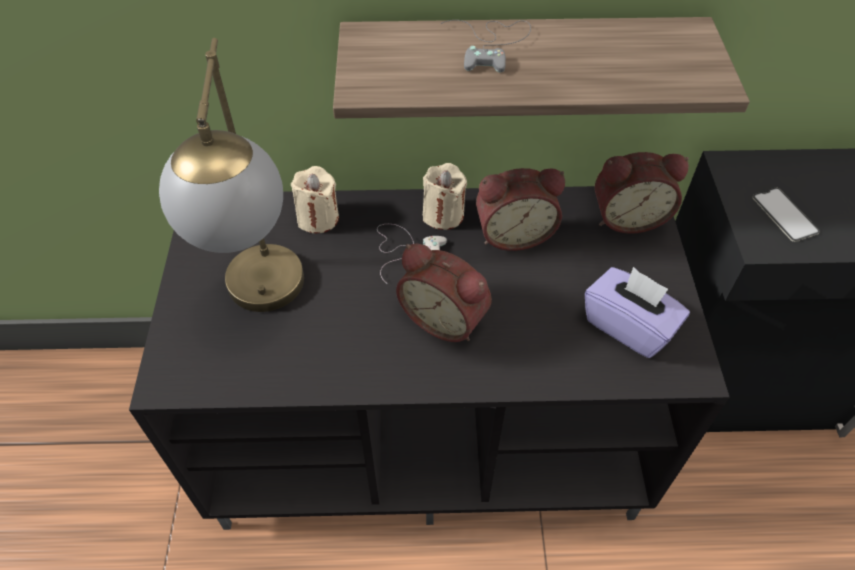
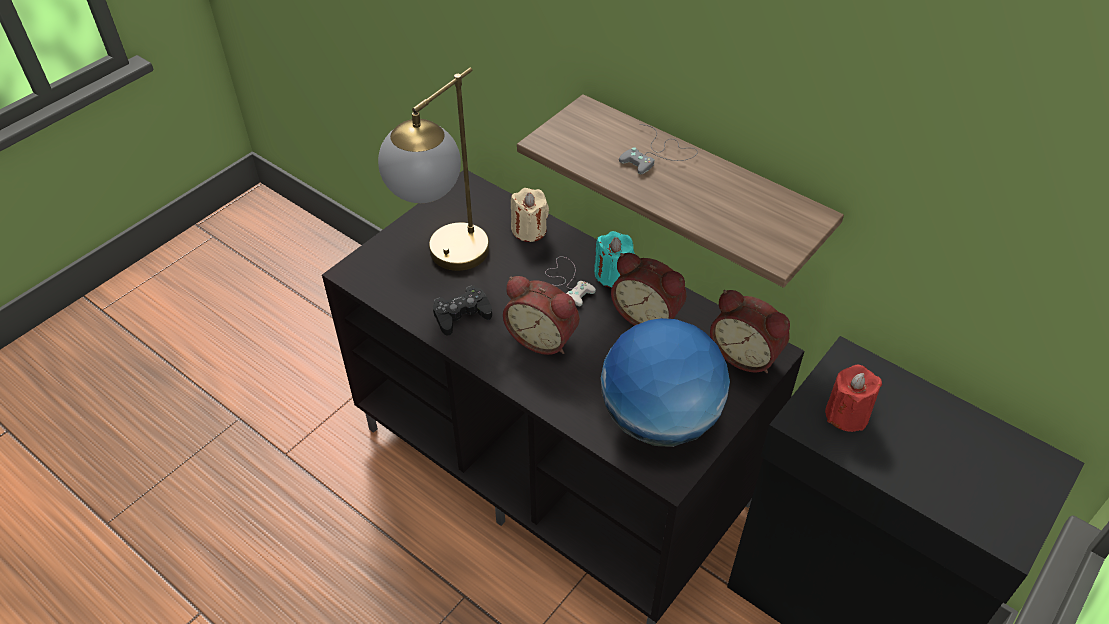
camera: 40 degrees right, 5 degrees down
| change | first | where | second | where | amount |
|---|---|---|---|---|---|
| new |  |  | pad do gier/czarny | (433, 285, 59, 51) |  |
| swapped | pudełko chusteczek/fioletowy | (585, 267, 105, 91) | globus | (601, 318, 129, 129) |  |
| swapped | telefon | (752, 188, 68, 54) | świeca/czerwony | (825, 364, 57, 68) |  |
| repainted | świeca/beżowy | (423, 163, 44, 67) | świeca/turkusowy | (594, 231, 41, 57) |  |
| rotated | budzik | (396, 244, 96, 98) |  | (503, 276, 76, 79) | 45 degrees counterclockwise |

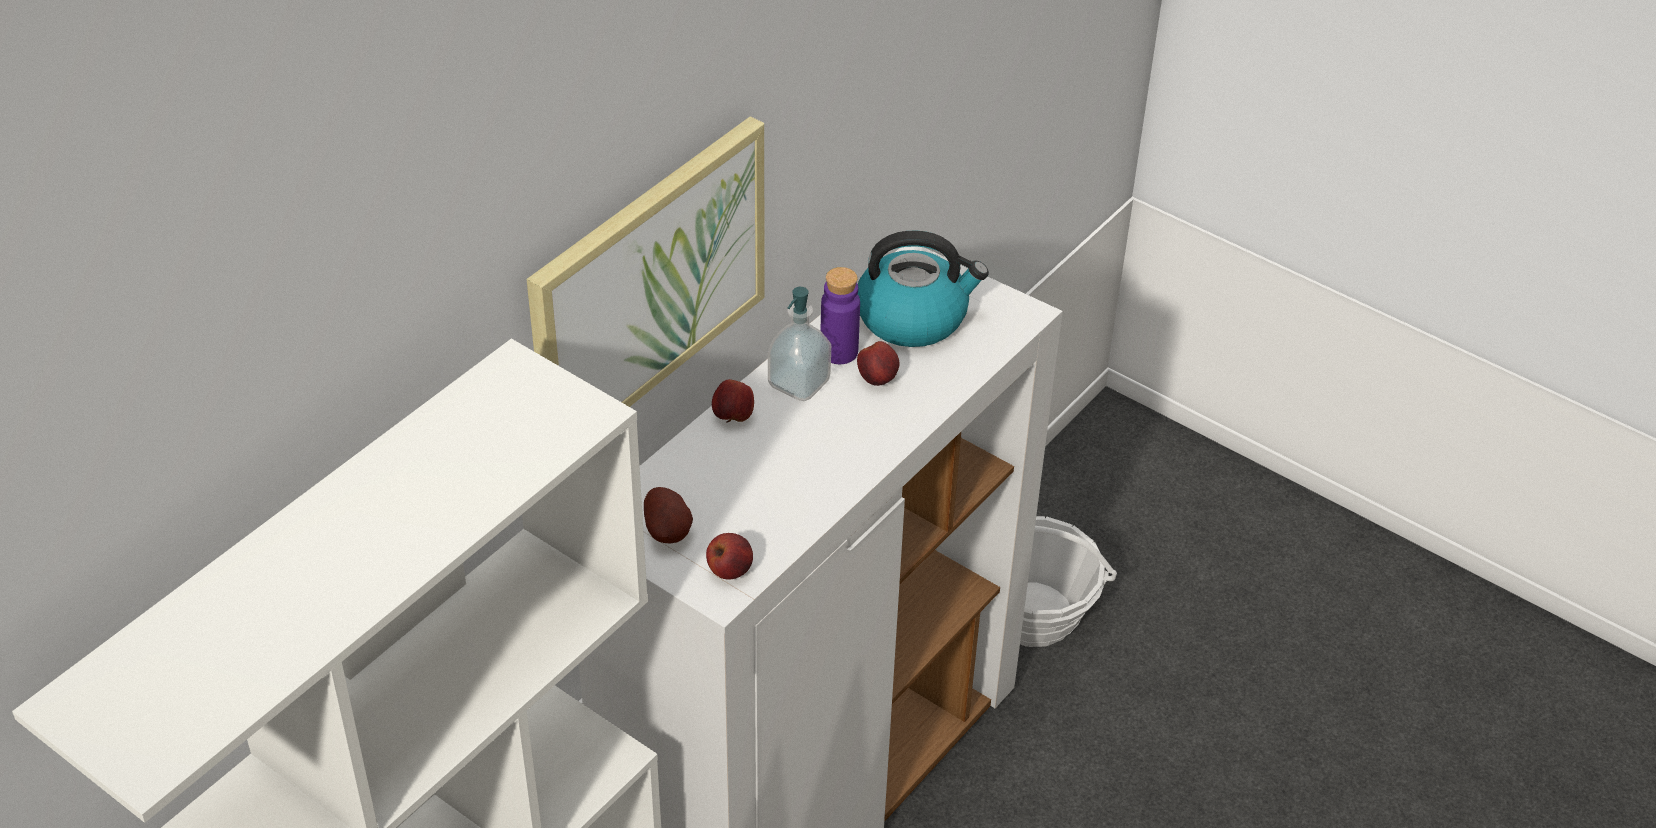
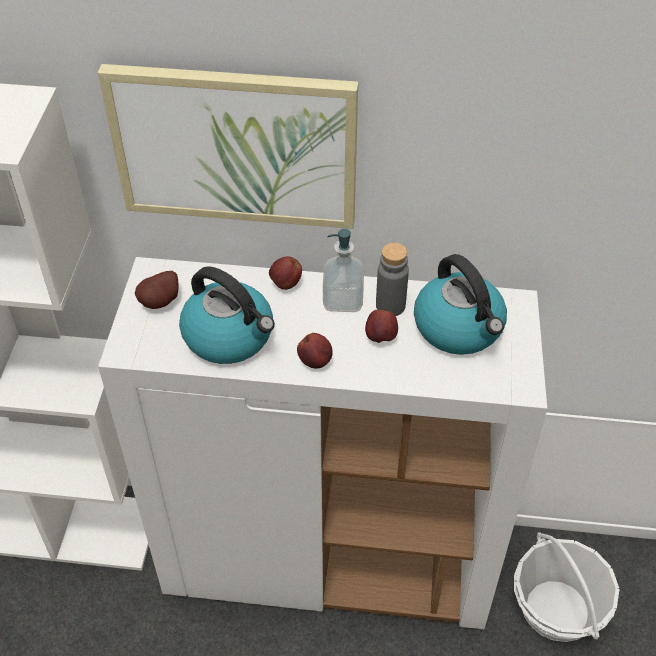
camera: 60 degrees right, 5 degrees up
| change | first | where | second | where | amount |
|---|---|---|---|---|---|
| new |  |  | czajnik | (179, 266, 96, 98) |  |
| shifted | jabłko | (706, 533, 47, 47) |  | (297, 333, 36, 36) |  |
| repainted | butelka/fioletowy | (820, 267, 40, 97) | butelka/szary | (376, 243, 33, 73) |  |

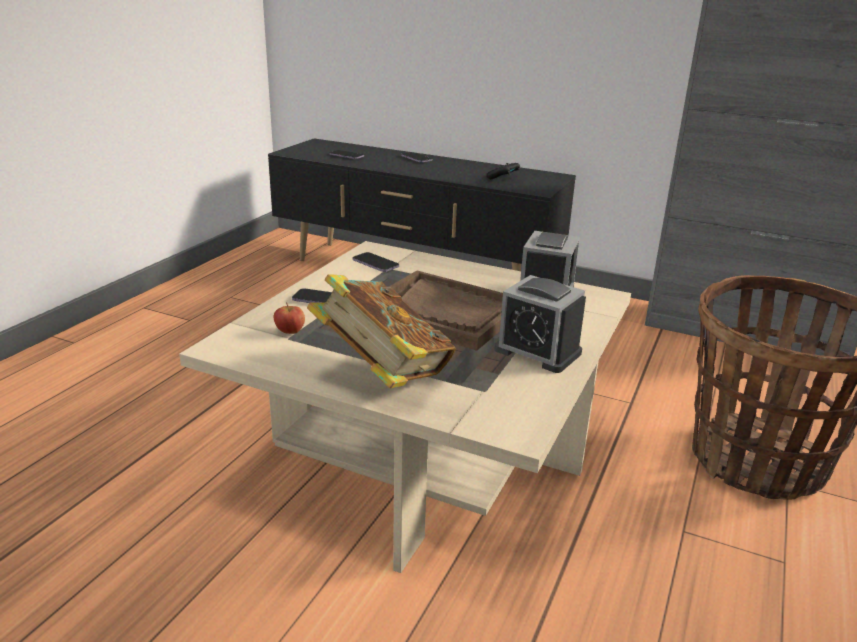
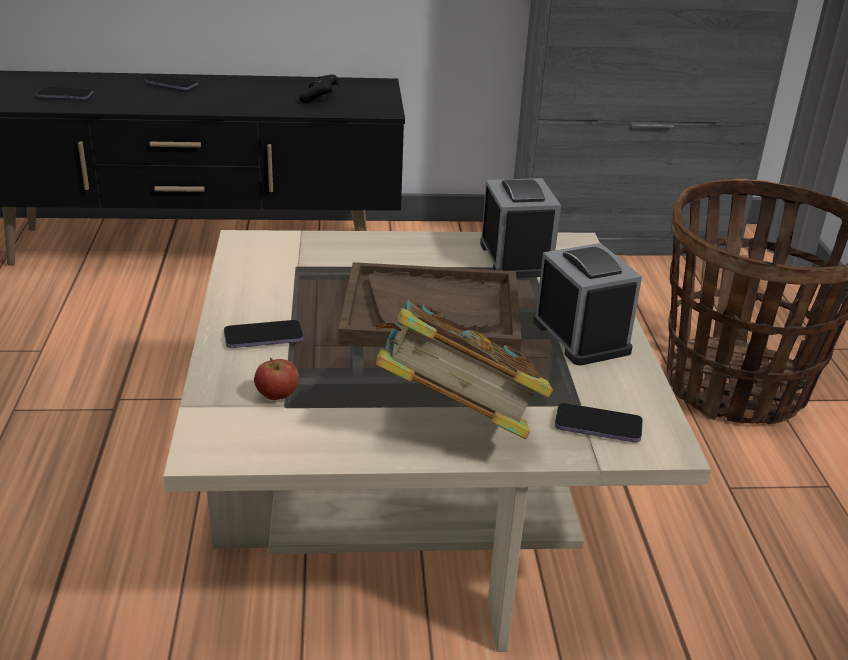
camera: 30 degrees left, 5 degrees up
| change | first | where | second | where | amount |
|---|---|---|---|---|---|
| shifted | telefon | (353, 252, 46, 20) |  | (555, 403, 88, 39) |  |
| rotated | budzik | (494, 275, 92, 98) |  | (533, 243, 109, 123) | 120 degrees counterclockwise |

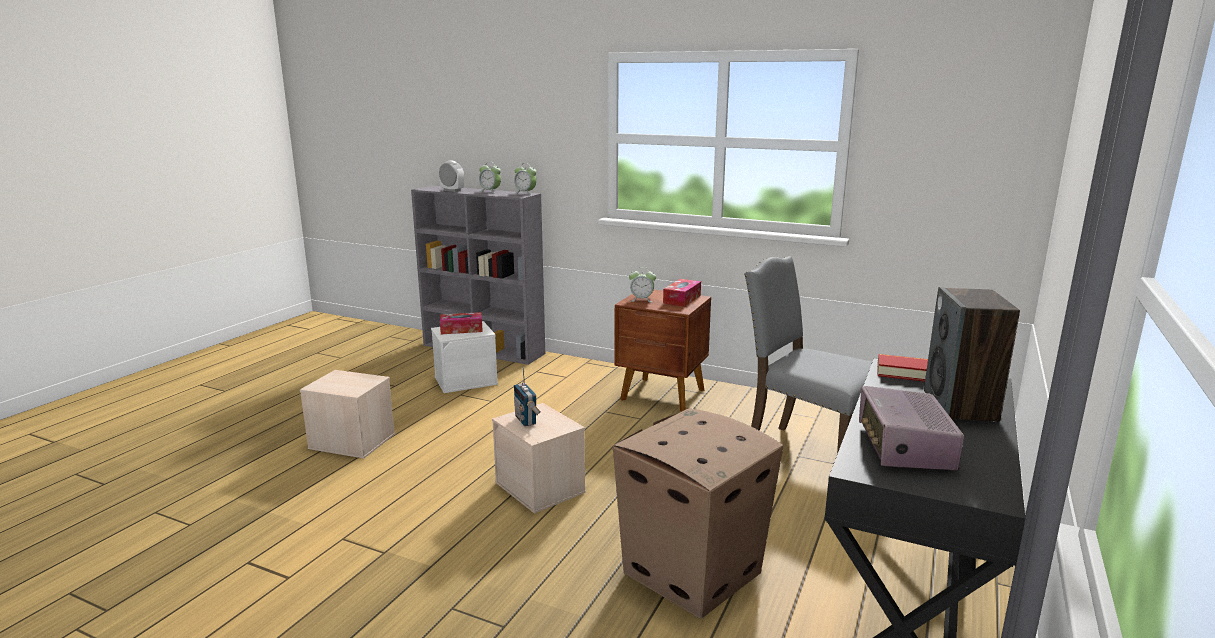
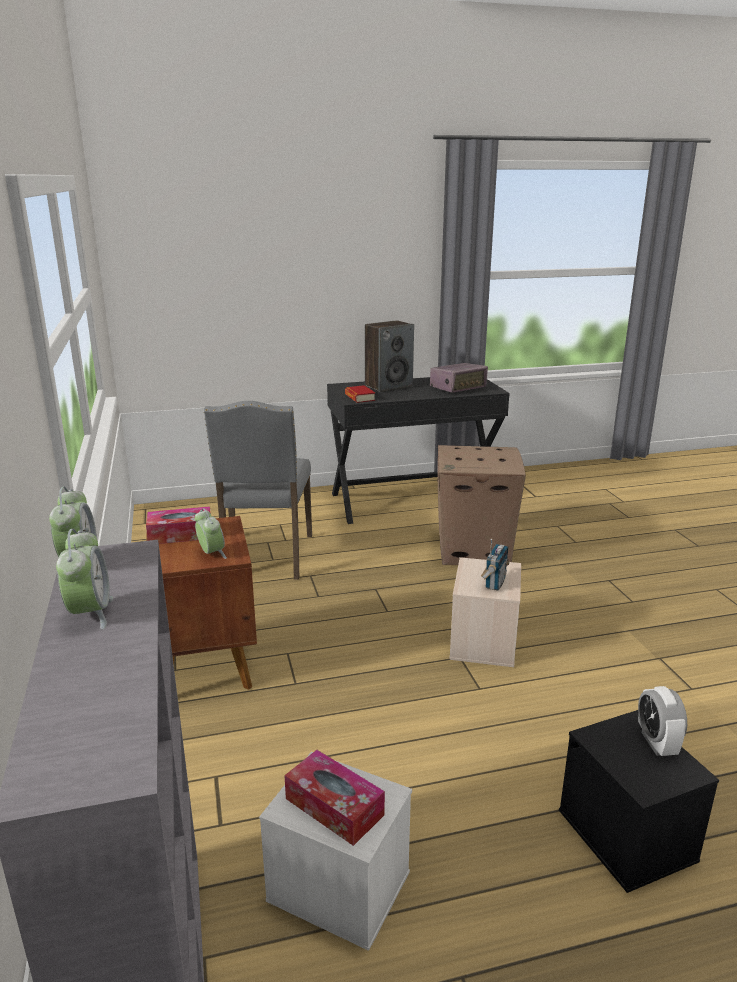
camera: 130 degrees left, 5 degrees up
| change | first | where | second | where | amount |
|---|---|---|---|---|---|
| shifted | budzik | (439, 161, 25, 31) |  | (638, 686, 49, 70) |  |
| repainted | pojemnik do przechowywania/beżowy | (300, 370, 95, 88) | pojemnik do przechowywania/czarny | (559, 710, 160, 183) |  |

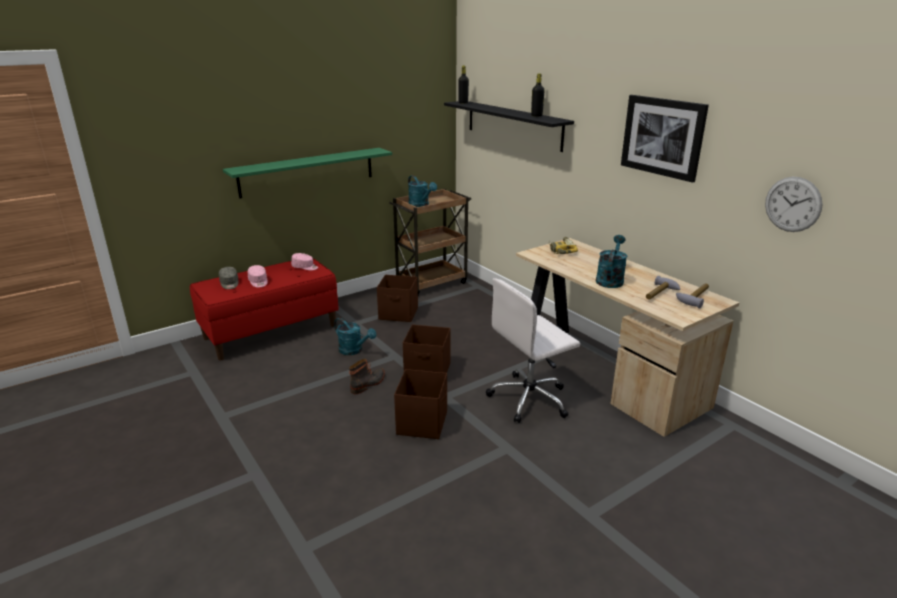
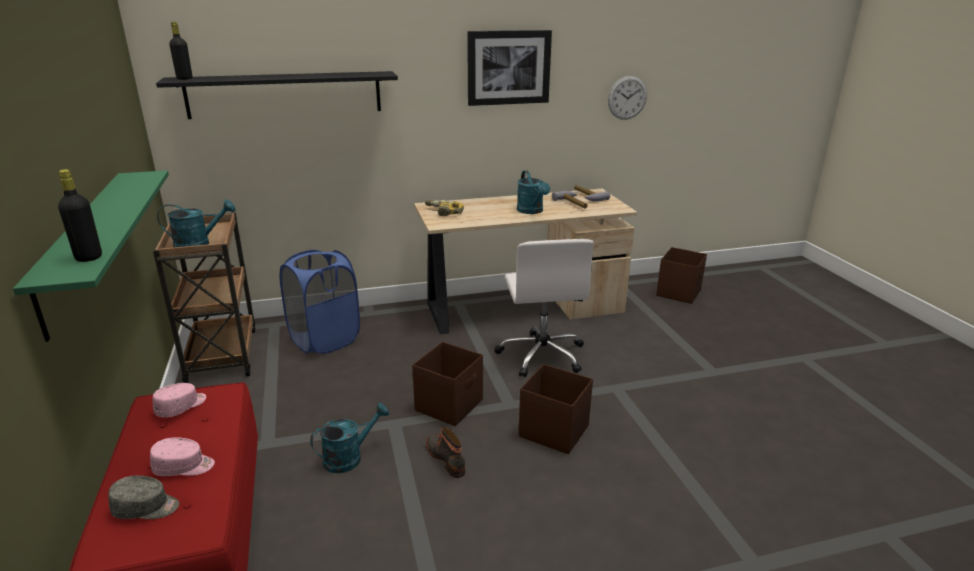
camera: 70 degrees left, 0 degrees up
| change | first | where | second | where | amount |
|---|---|---|---|---|---|
| new |  |  | kosz na pranie/niebieski | (280, 249, 80, 105) |  |
| shifted | pojemnik do przechowywania/brązowy | (377, 275, 41, 47) |  | (656, 247, 51, 57) |  |
| shifted | butelka/czarny | (531, 74, 14, 43) |  | (58, 169, 44, 93) |  |
| rotated | konewka/turkusowy | (596, 235, 31, 53) |  | (517, 170, 33, 44) | 150 degrees counterclockwise |

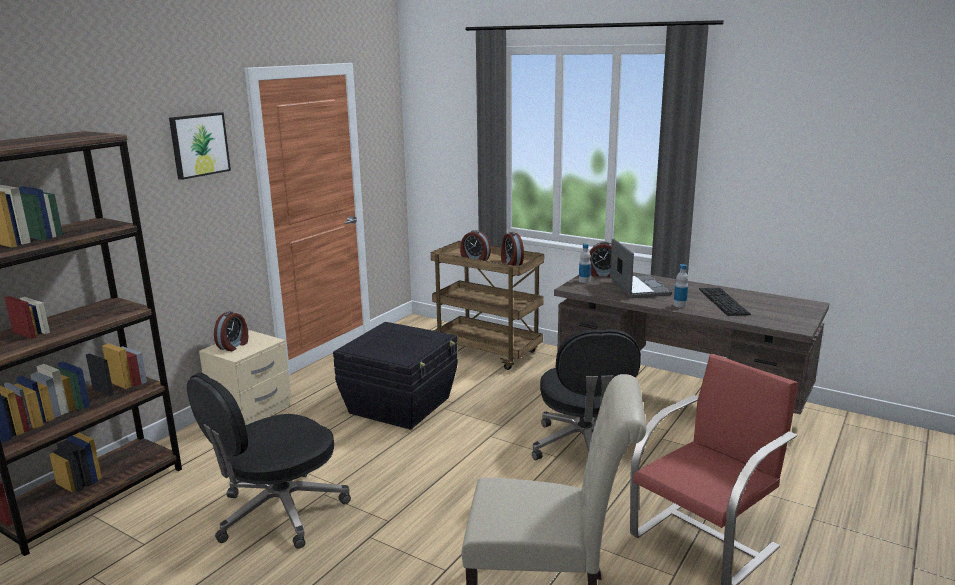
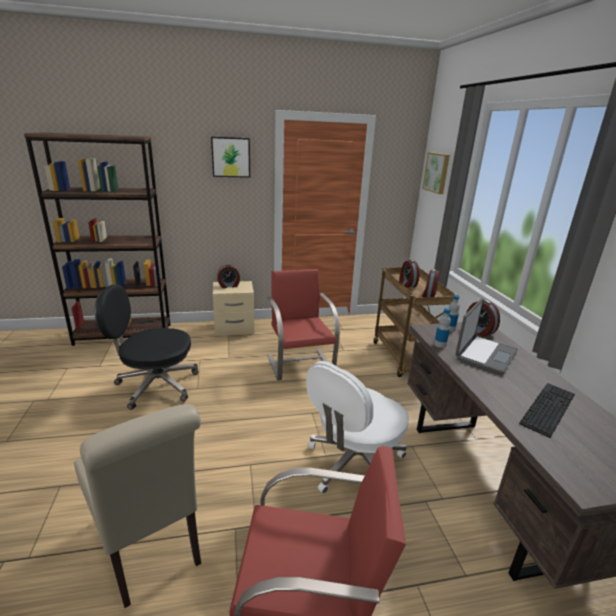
camera: 45 degrees right, 5 degrees up
| change | first | where | second | where | amount |
|---|---|---|---|---|---|
| new |  |  | obraz | (422, 152, 28, 42) |  |
| shifted | butelka | (673, 264, 15, 44) |  | (434, 308, 17, 40) |  |
| swapped | pojemnik do przechowywania/czarny | (333, 322, 125, 108) | krzesło/czerwony | (267, 269, 73, 111) |  |
| repainted | krzesło biurowe/czarny | (532, 329, 112, 131) | krzesło biurowe/biały | (306, 361, 103, 133) |  |

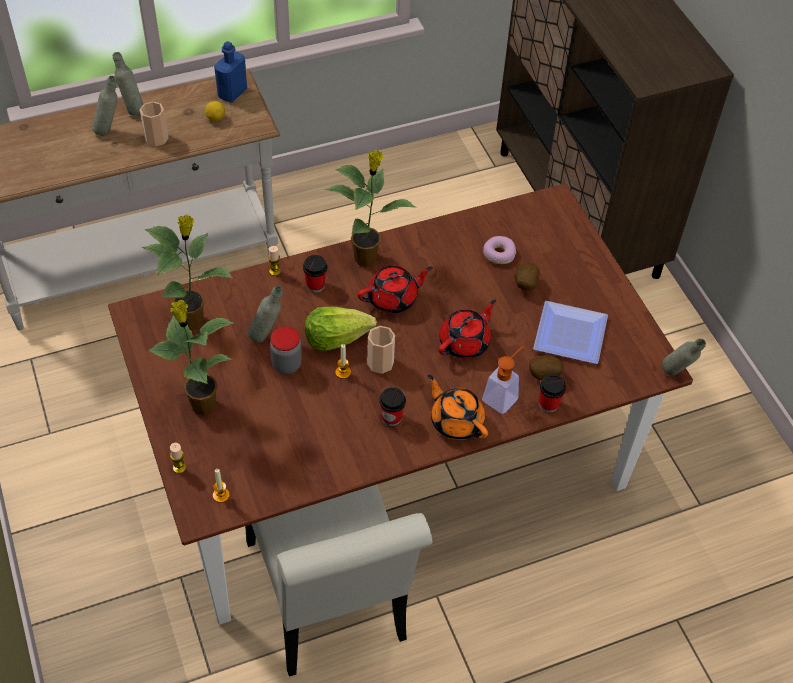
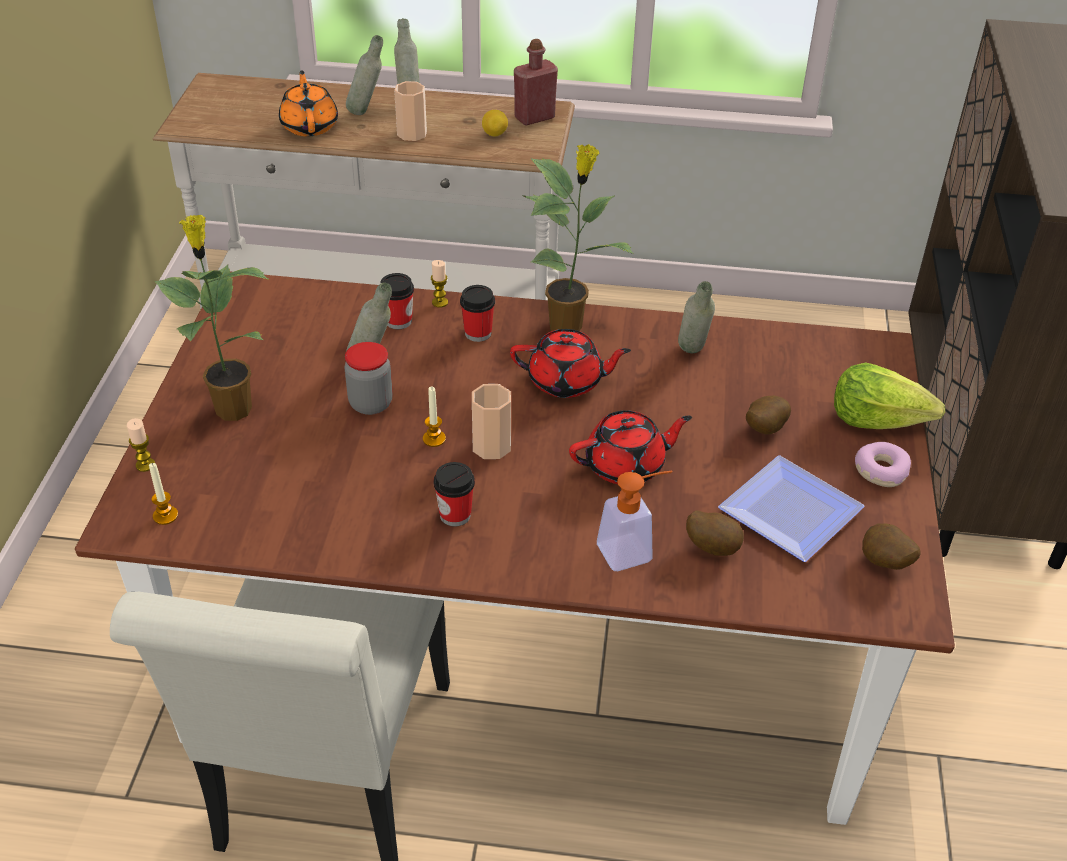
camera: 30 degrees right, 10 degrees down
| change | first | where | second | where | amount |
|---|---|---|---|---|---|
| gone | roślina doniczkowa | (142, 214, 91, 116) |  |  |  |
| new |  |  | ziemniak | (862, 523, 59, 47) |  |
| shifted | sałata | (305, 307, 72, 44) |  | (834, 362, 111, 67) |  |
| shifted | imbryk/pomarańczowy | (428, 375, 60, 65) |  | (279, 70, 59, 66) |  |
| shifted | donut | (483, 236, 33, 28) |  | (855, 442, 56, 45) |  |
| shifted | filiżanka | (539, 374, 27, 39) |  | (381, 273, 33, 56) |  |
| shifted | butelka/szary | (662, 339, 44, 36) |  | (678, 281, 37, 72) |  |
| repainted | butelka/niebieski | (214, 41, 33, 61) | butelka/czerwony | (514, 39, 44, 87) |  |

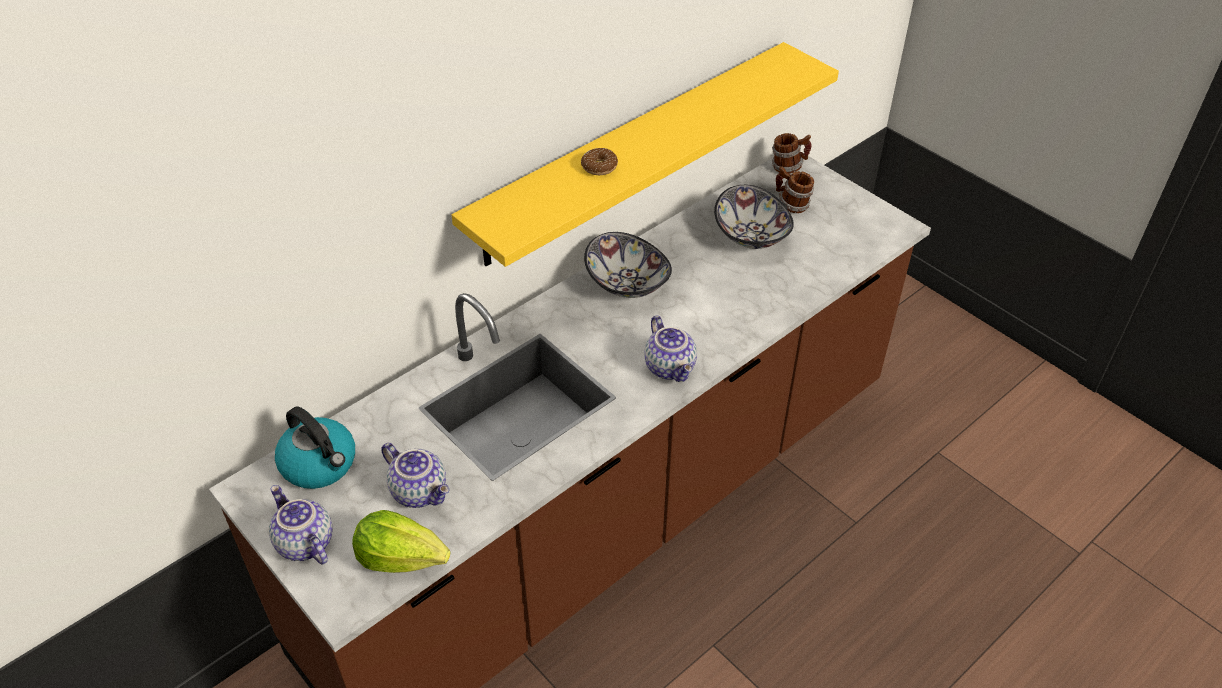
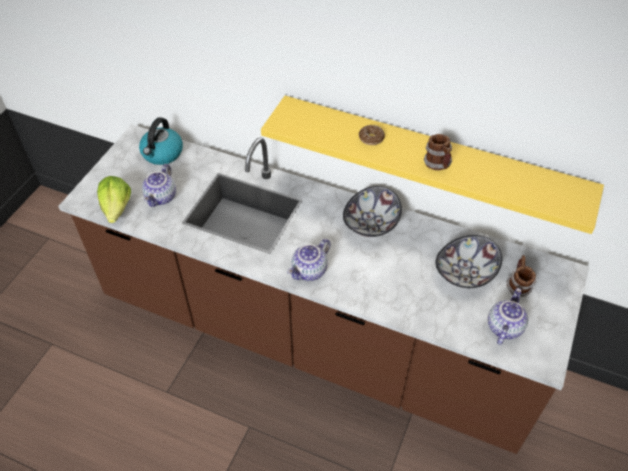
camera: 65 degrees right, 5 degrees up
| change | first | where | second | where | amount |
|---|---|---|---|---|---|
| shifted | imbryk | (269, 485, 63, 80) |  | (488, 288, 40, 57) |  |
| shifted | kubek | (772, 133, 39, 41) |  | (423, 134, 29, 36) |  |

